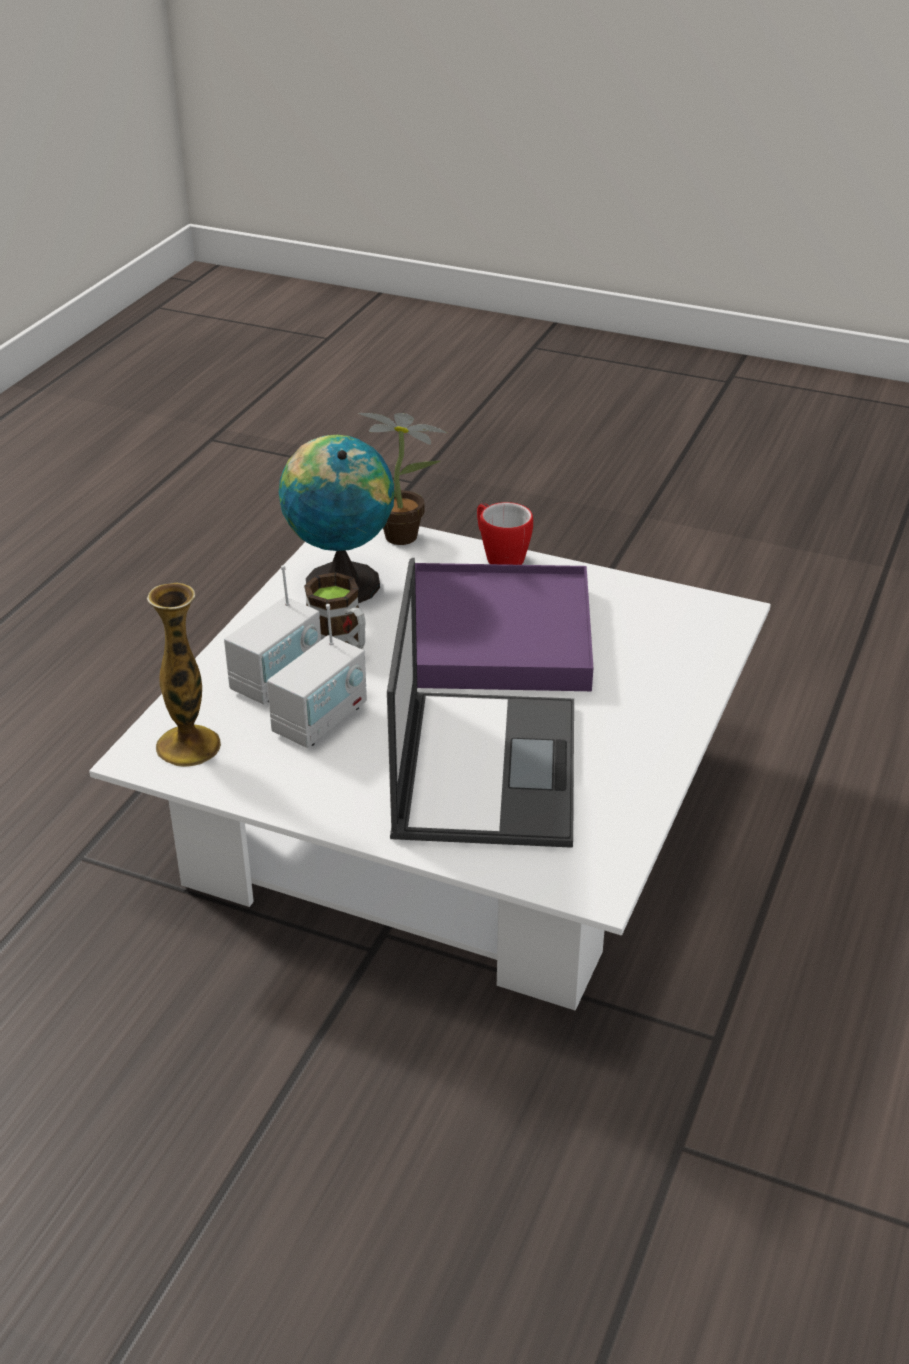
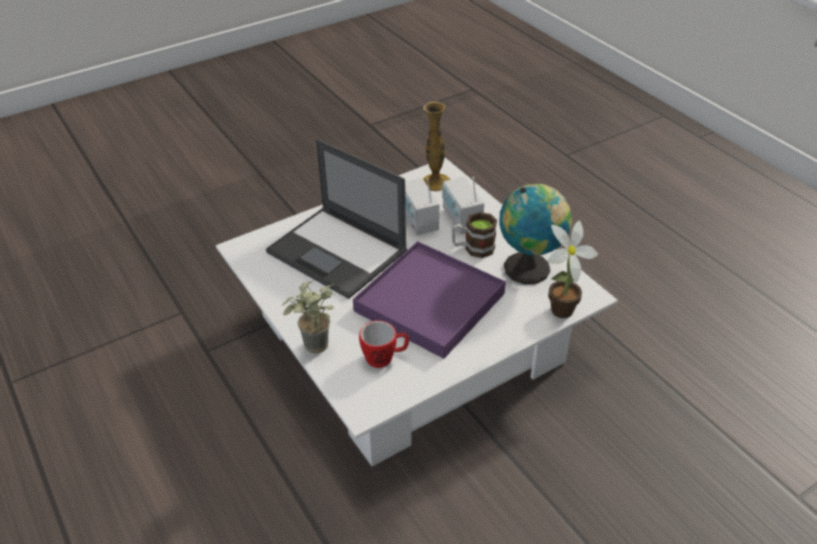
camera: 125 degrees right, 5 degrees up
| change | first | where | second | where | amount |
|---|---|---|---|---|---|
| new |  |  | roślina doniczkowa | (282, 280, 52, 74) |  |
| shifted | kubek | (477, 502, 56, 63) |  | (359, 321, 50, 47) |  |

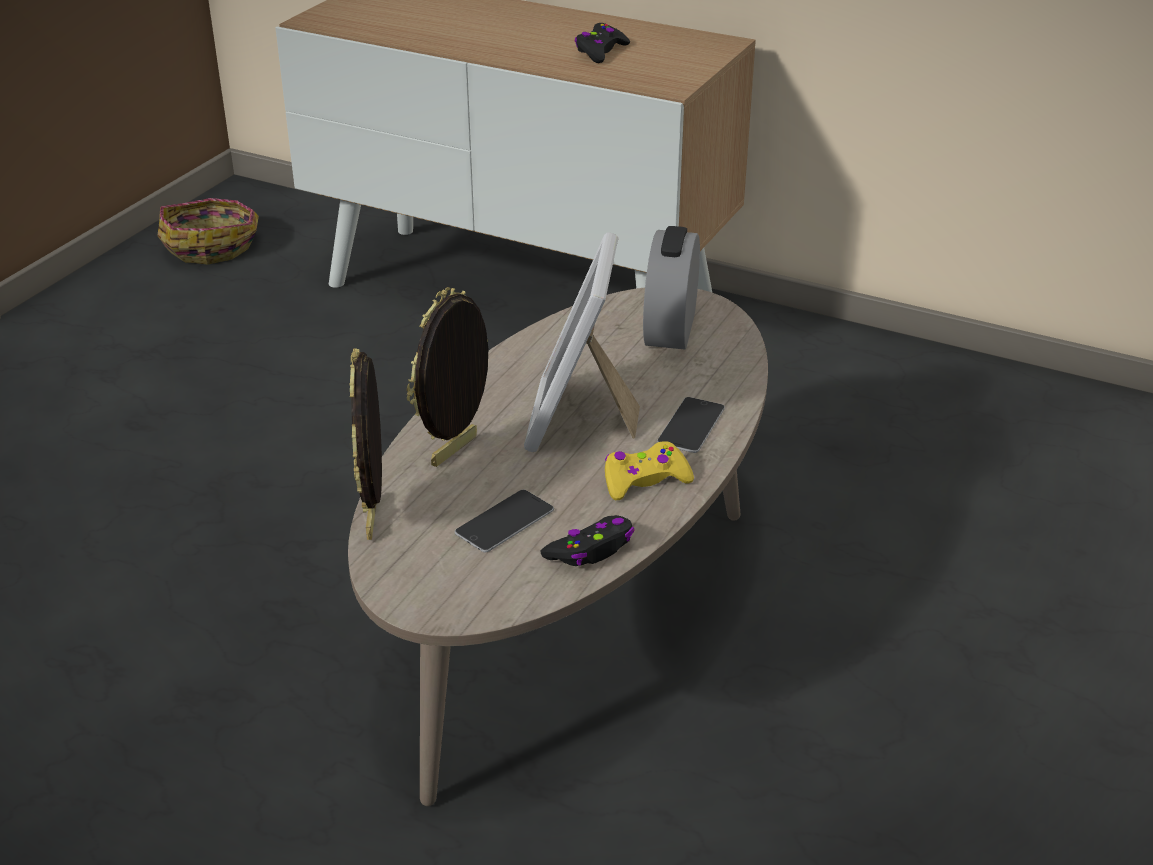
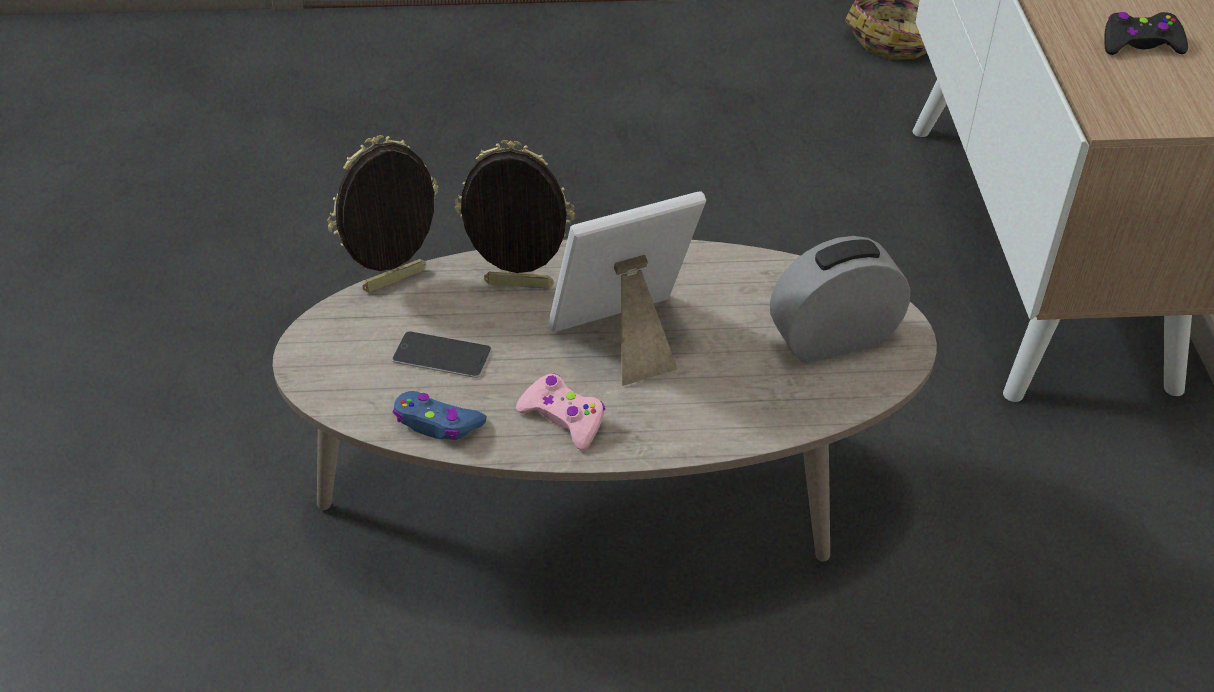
camera: 60 degrees right, 10 degrees up
| change | first | where | second | where | amount |
|---|---|---|---|---|---|
| gone | telefon | (657, 397, 68, 56) |  |  |  |
| repainted | pad do gier/czarny | (540, 515, 95, 51) | pad do gier/niebieski | (392, 391, 95, 49) |  |
| repainted | pad do gier/żółty | (605, 441, 89, 59) | pad do gier/różowy | (516, 373, 89, 77) |  |

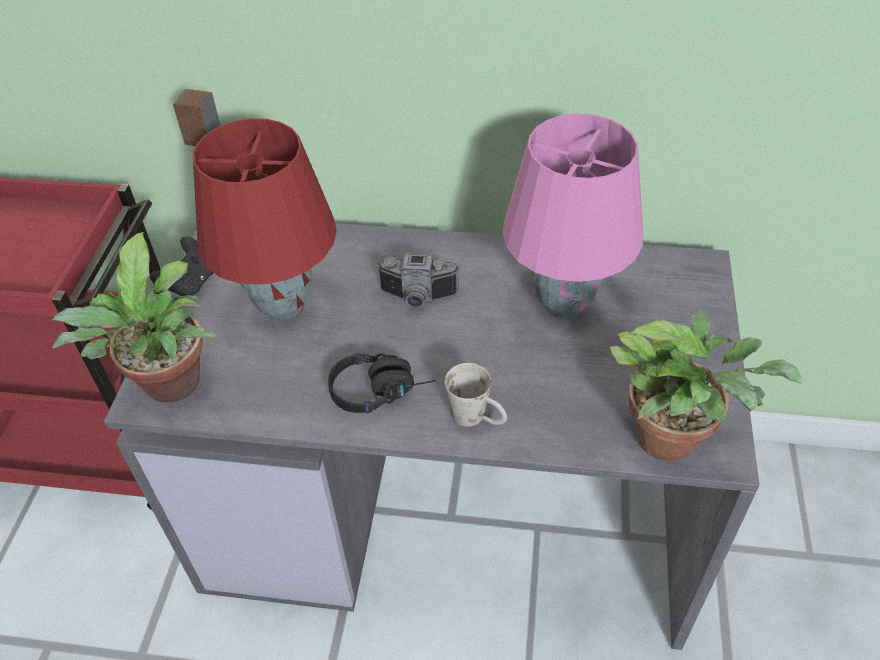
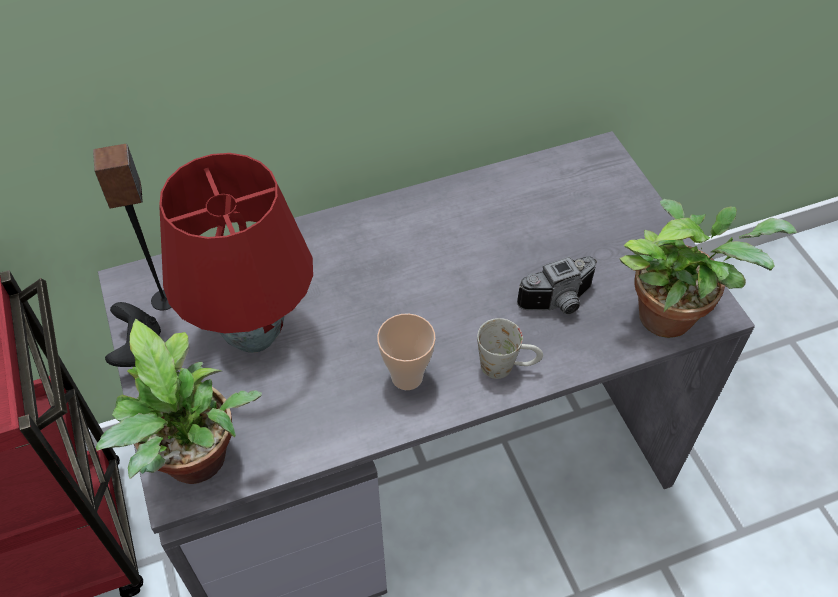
camera: 30 degrees left, 5 degrees up
| change | first | where | second | where | amount |
|---|---|---|---|---|---|
| gone | lampa stołowa/różowy | (502, 113, 141, 205) |  |  |  |
| shifted | aparat fotograficzny | (377, 253, 83, 54) |  | (517, 256, 80, 58) |  |
| swapped | słuchawki/czarny | (328, 353, 108, 60) | filiżanka | (377, 313, 59, 77) |  |

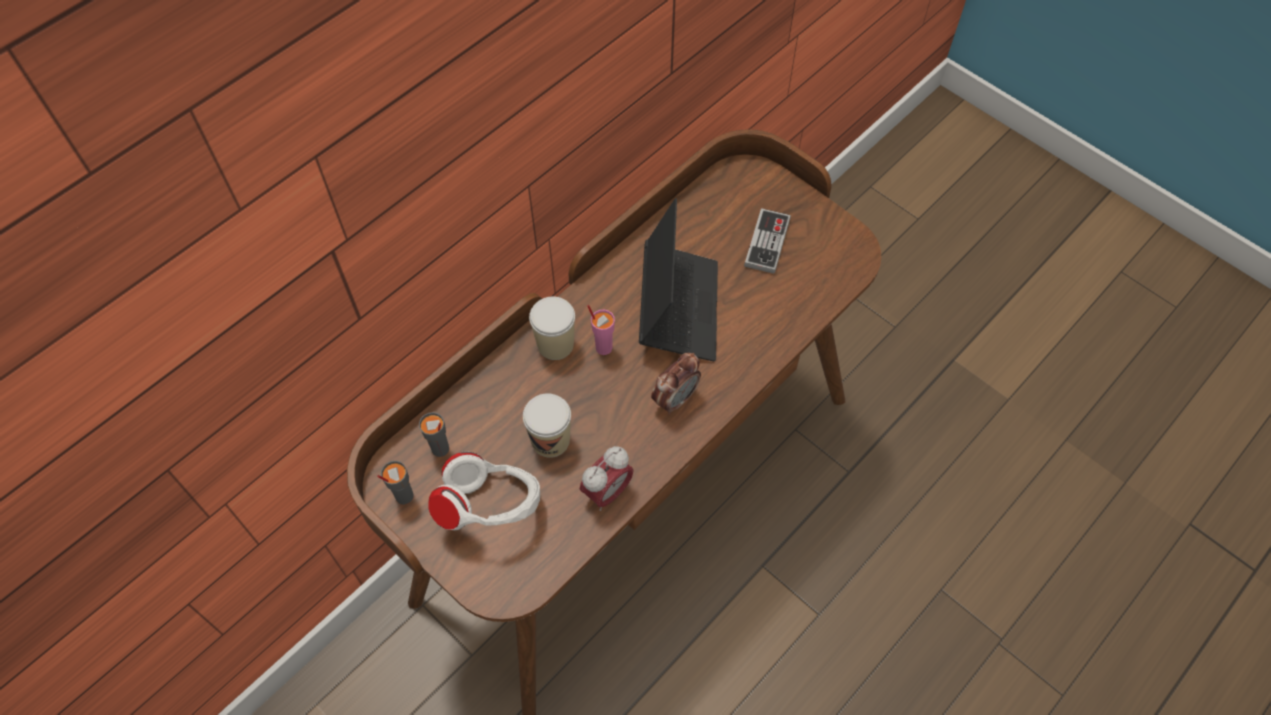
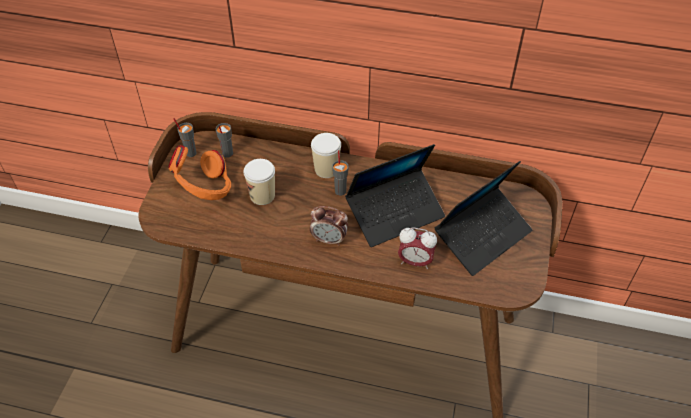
camera: 60 degrees right, 10 degrees down
| change | first | where | second | where | amount |
|---|---|---|---|---|---|
| shifted | budzik | (580, 446, 54, 65) |  | (398, 227, 39, 42) |  |
| swapped | pad do gier | (744, 208, 47, 66) | laptop | (435, 161, 97, 115) |  |
| repainted | słuchawki/biały | (428, 452, 112, 78) | słuchawki/pomarańczowy | (168, 145, 63, 55) |  |
| repainted | filiżanka/różowy | (587, 305, 28, 50) | filiżanka/szary | (332, 150, 17, 46) |  |

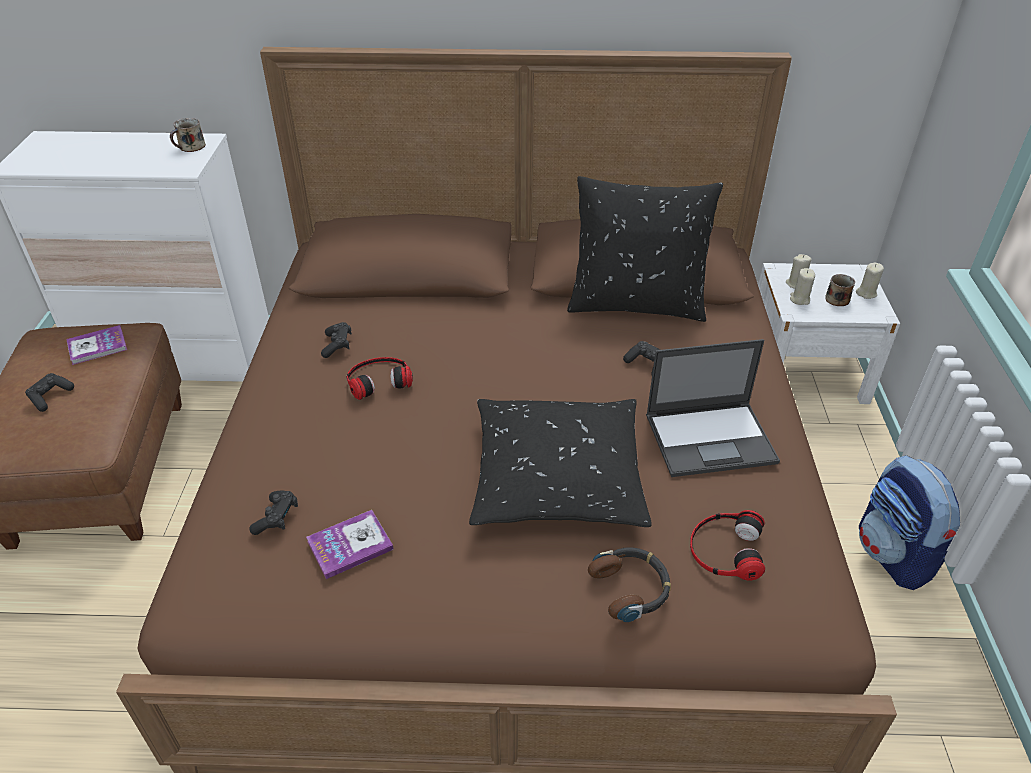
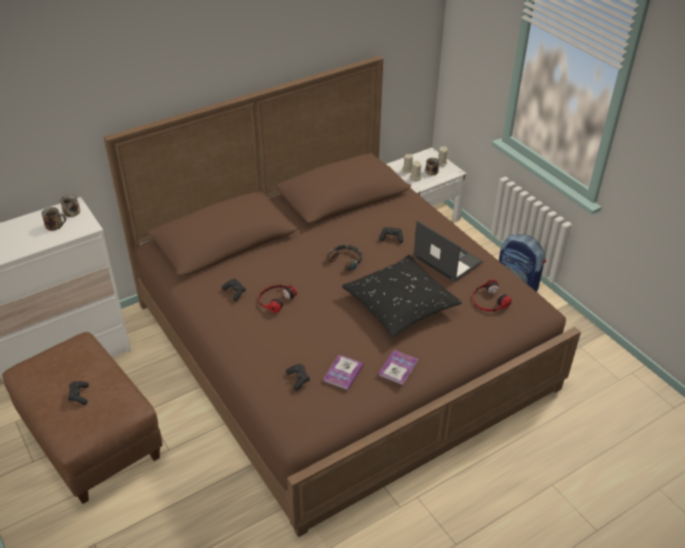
camera: 35 degrees left, 0 degrees up
| change | first | where | second | where | amount |
|---|---|---|---|---|---|
| gone | poduszka/czarny | (567, 176, 156, 146) |  |  |  |
| new |  |  | kubek | (41, 207, 25, 24) |  |
| shifted | książka | (66, 325, 61, 40) |  | (378, 350, 40, 36) |  |
| shifted | słuchawki | (588, 547, 83, 75) |  | (327, 244, 35, 27) |  |
| rotated | laptop | (646, 339, 134, 138) |  | (413, 221, 70, 61) | 90 degrees counterclockwise |

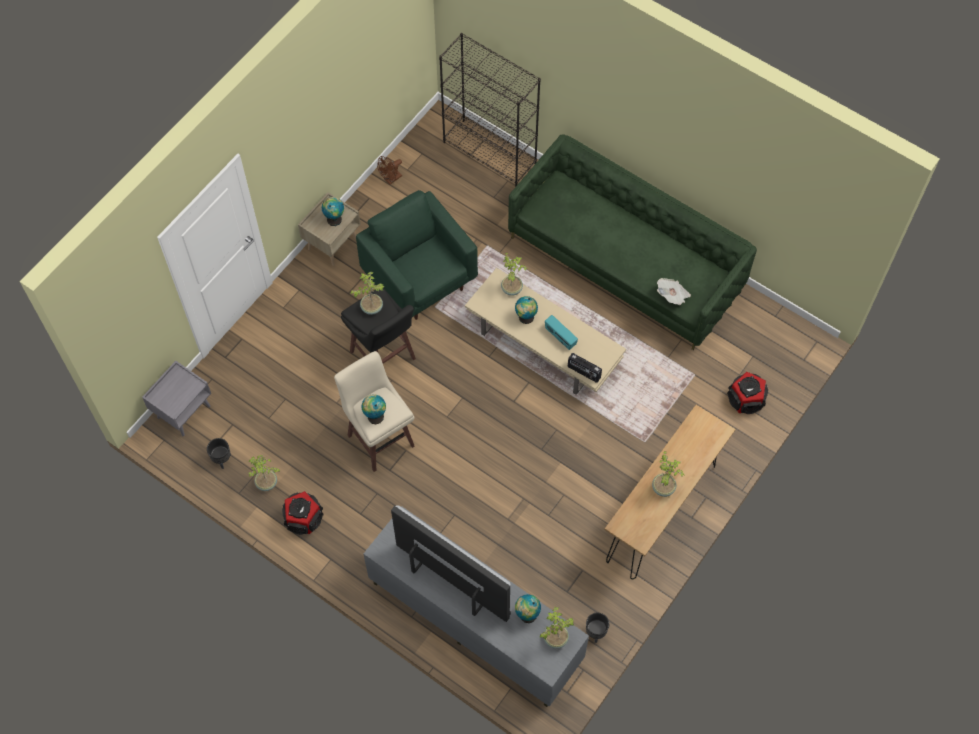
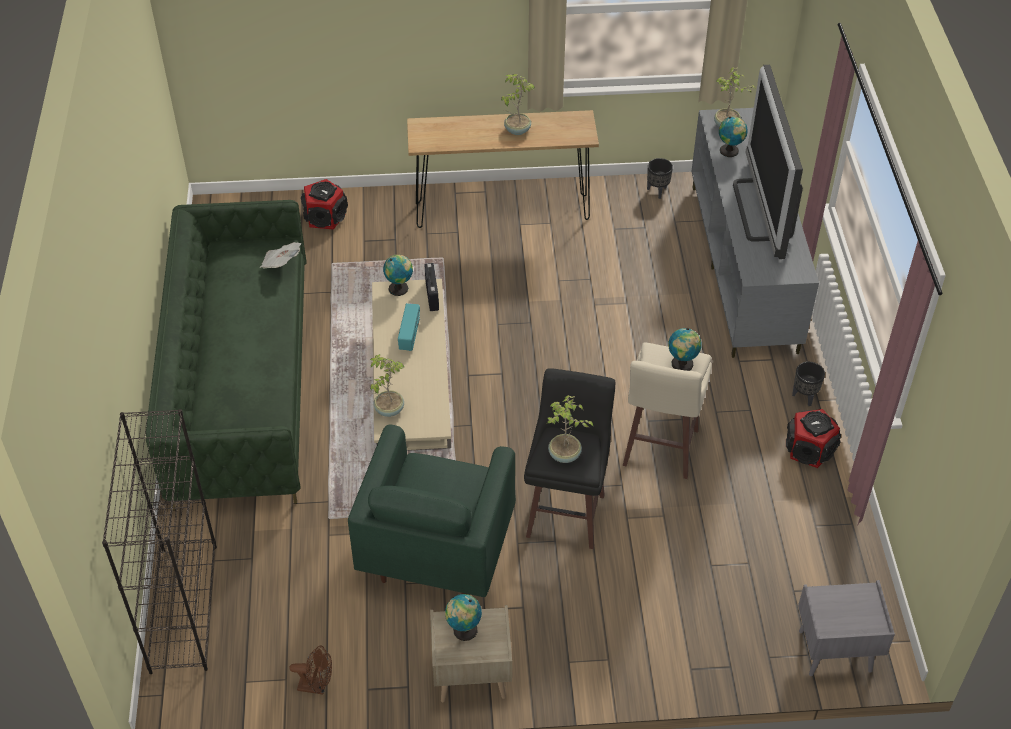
camera: 130 degrees left, 15 degrees down
| change | first | where | second | where | amount |
|---|---|---|---|---|---|
| gone | roślina doniczkowa | (248, 455, 32, 36) |  |  |  |
| shifted | donica/czarny | (207, 438, 24, 31) |  | (792, 362, 33, 44) |  |
| shifted | globus | (515, 296, 23, 28) |  | (383, 255, 30, 41) |  |

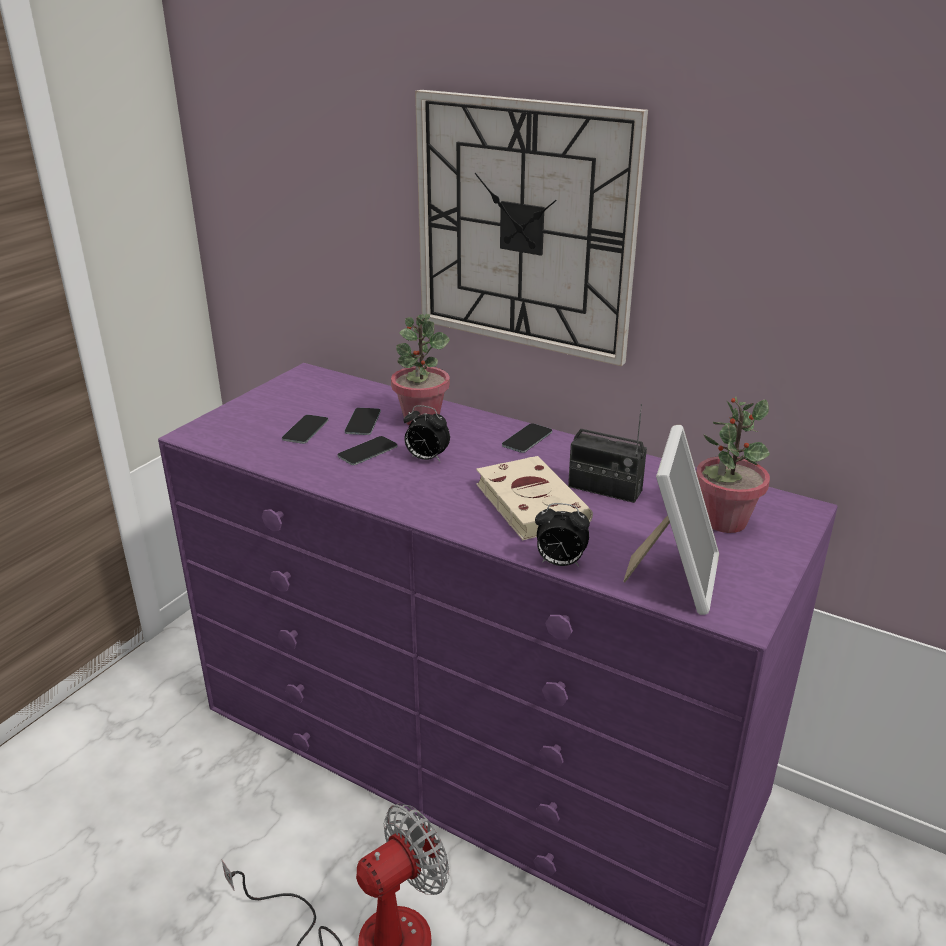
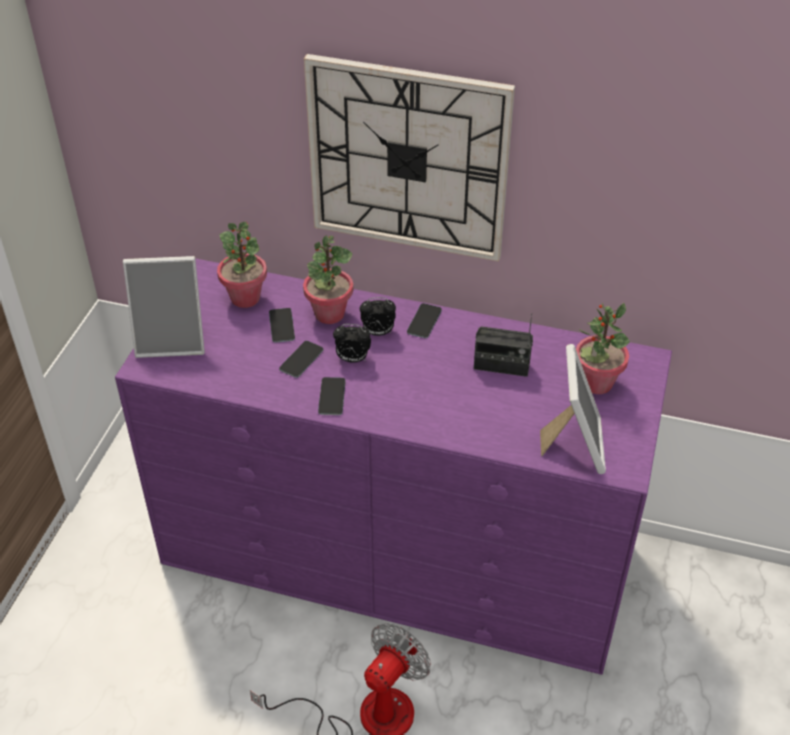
camera: 15 degrees left, 15 degrees up
| change | first | where | second | where | amount |
|---|---|---|---|---|---|
| gone | książka/beżowy | (476, 456, 117, 84) |  |  |  |
| new |  |  | ramka na zdjęcie | (123, 256, 82, 102) |  |
| new |  |  | roślina doniczkowa | (217, 222, 50, 86) |  |
| shifted | telefon | (282, 415, 46, 29) |  | (318, 377, 28, 38) |  |
| shifted | budzik | (535, 503, 55, 64) |  | (360, 297, 36, 39) |  |

